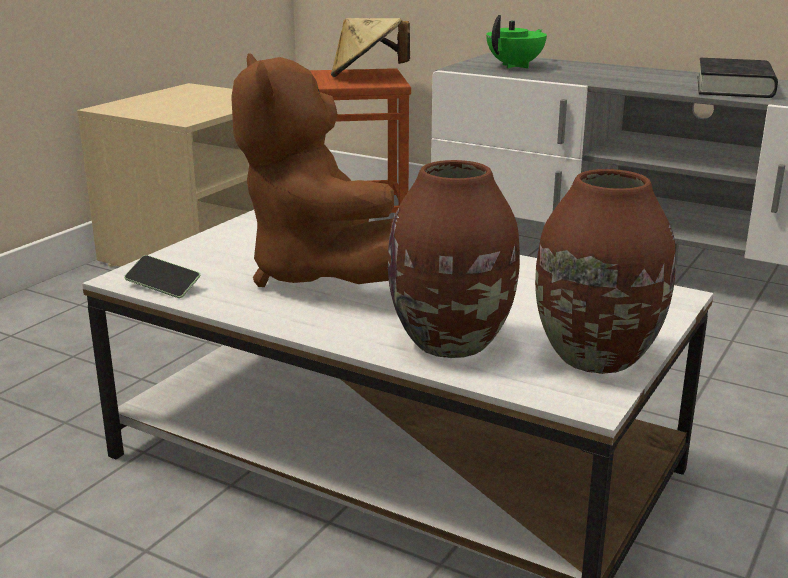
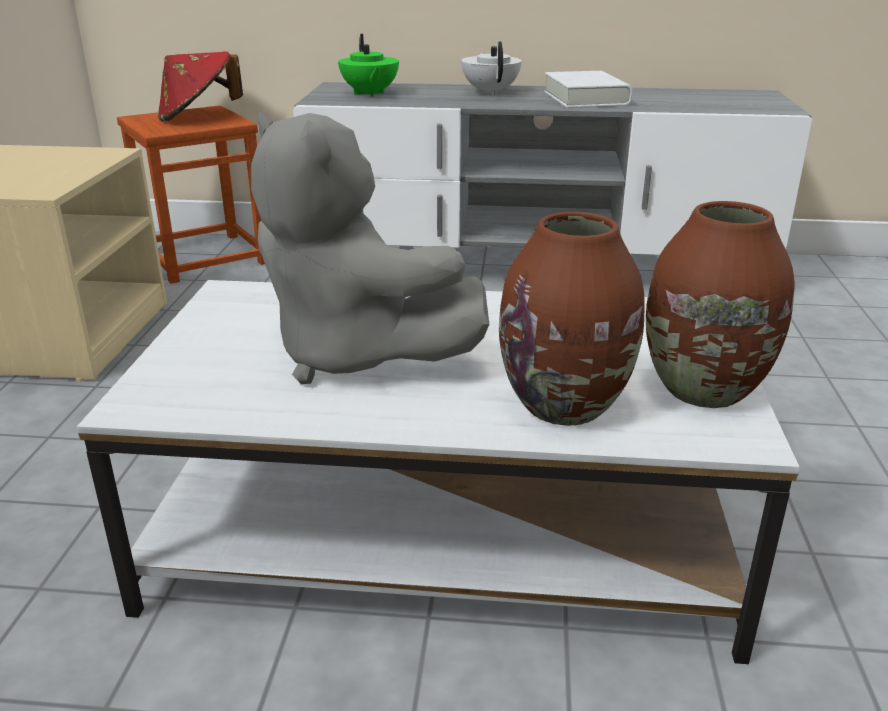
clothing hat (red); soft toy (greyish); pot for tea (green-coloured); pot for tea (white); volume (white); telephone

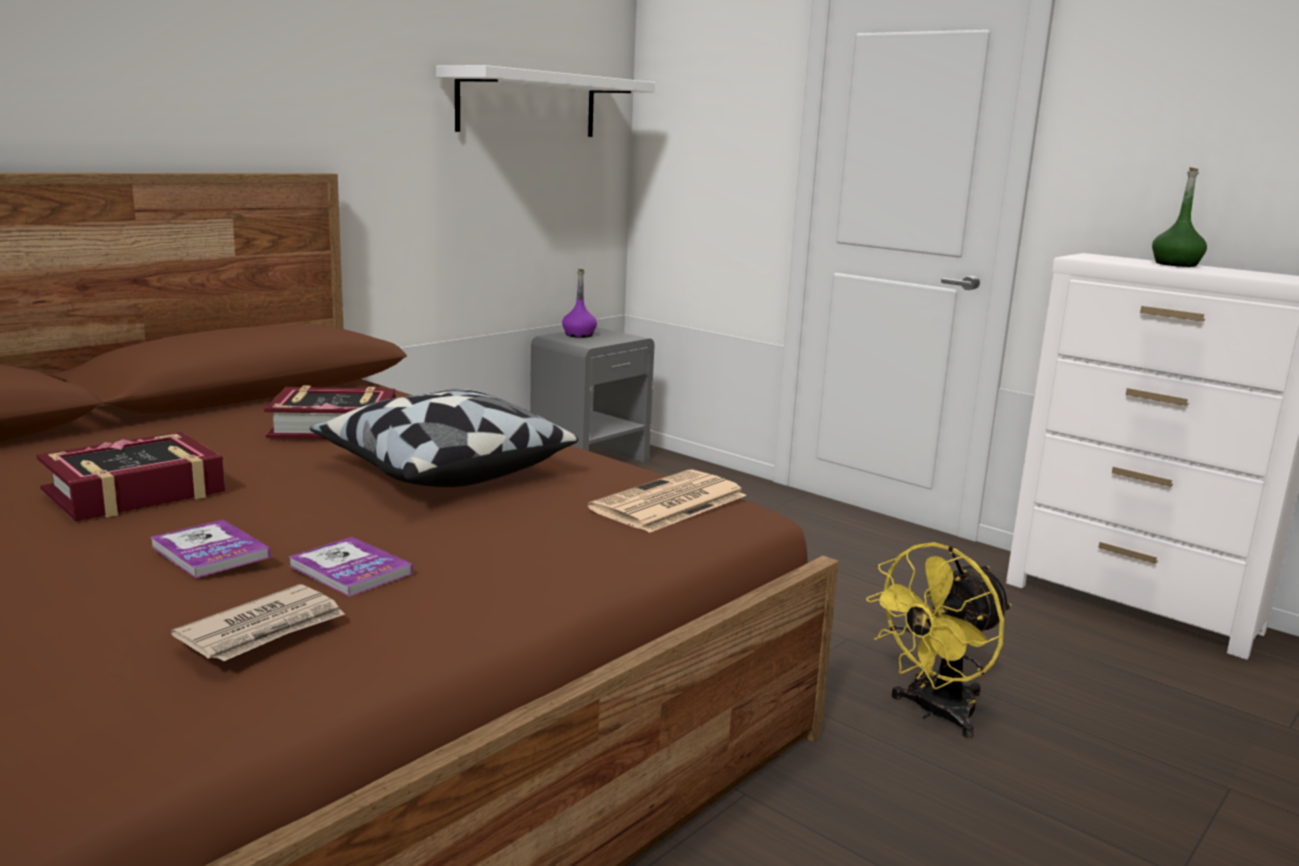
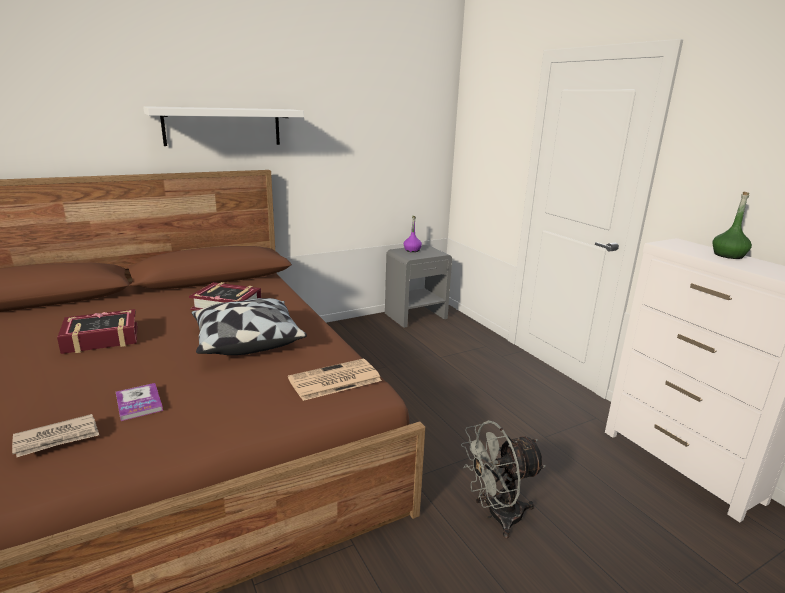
shelf (white); electric fan (greyish); volume (no. 2 from left in the first image)

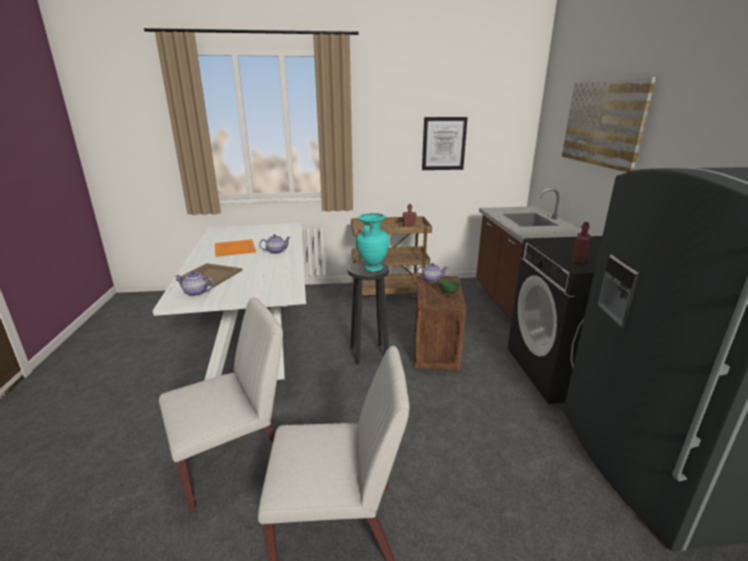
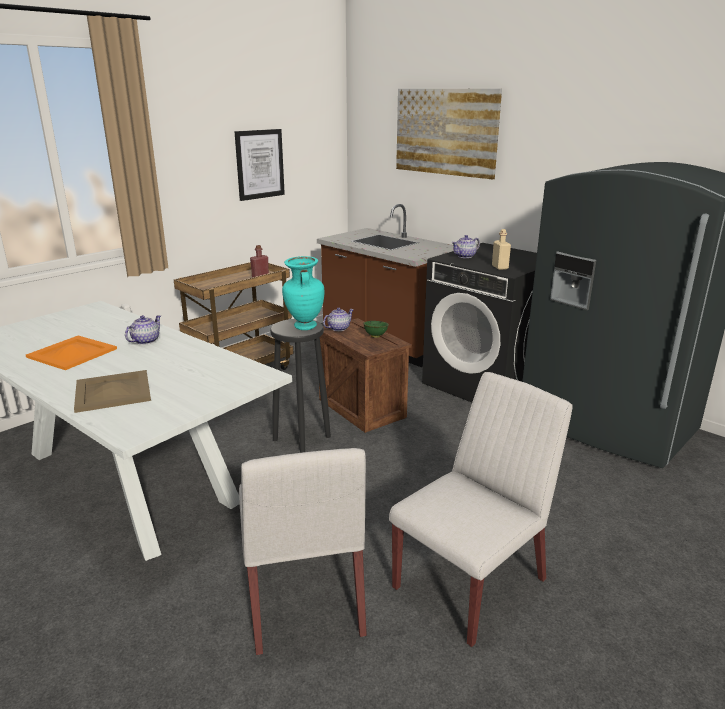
plain chair (white) (no. 1 from left); pot for tea (no. 3 from left); beverage bottle (beige-coloured)

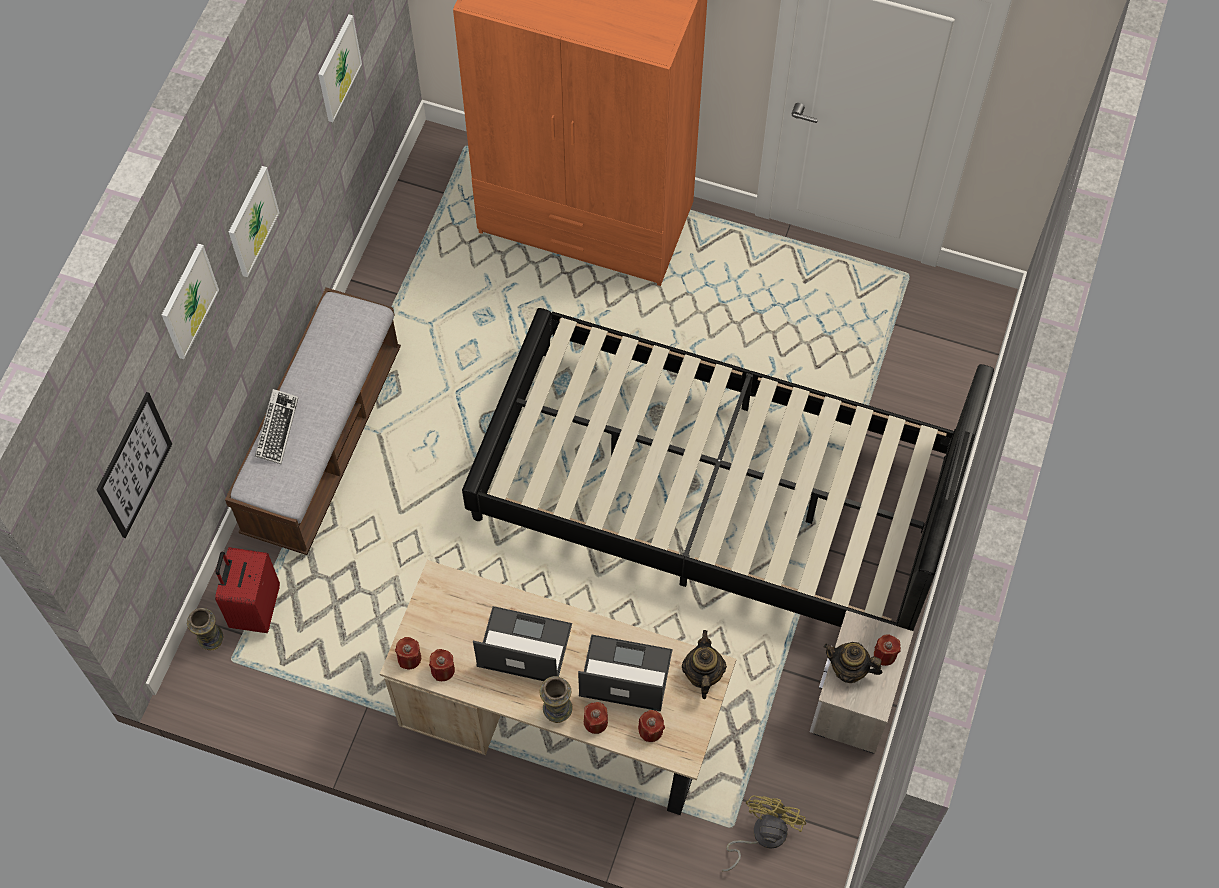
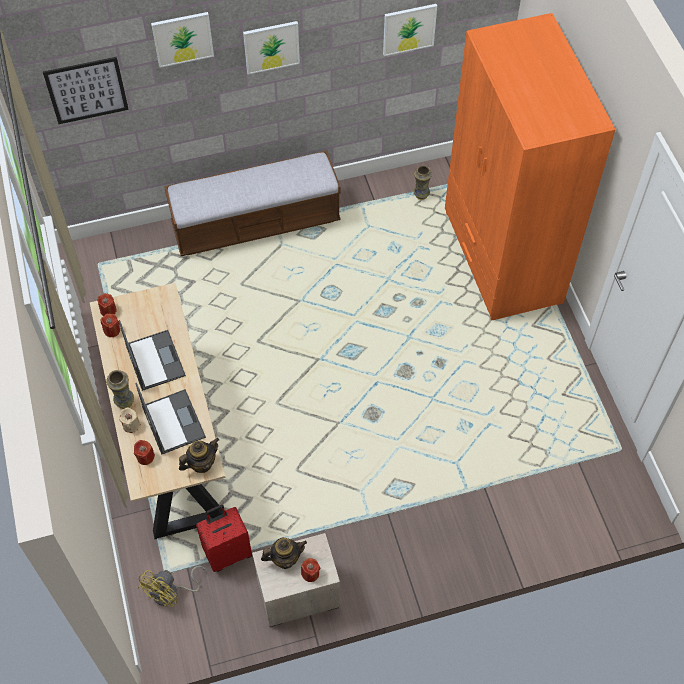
wax candle (beige-coloured); electric fan (yellow); suitcase (red); pot for tea (no. 2 from left); flower vase (no. 2 from left); PC keyboard; bedroom bed (black)

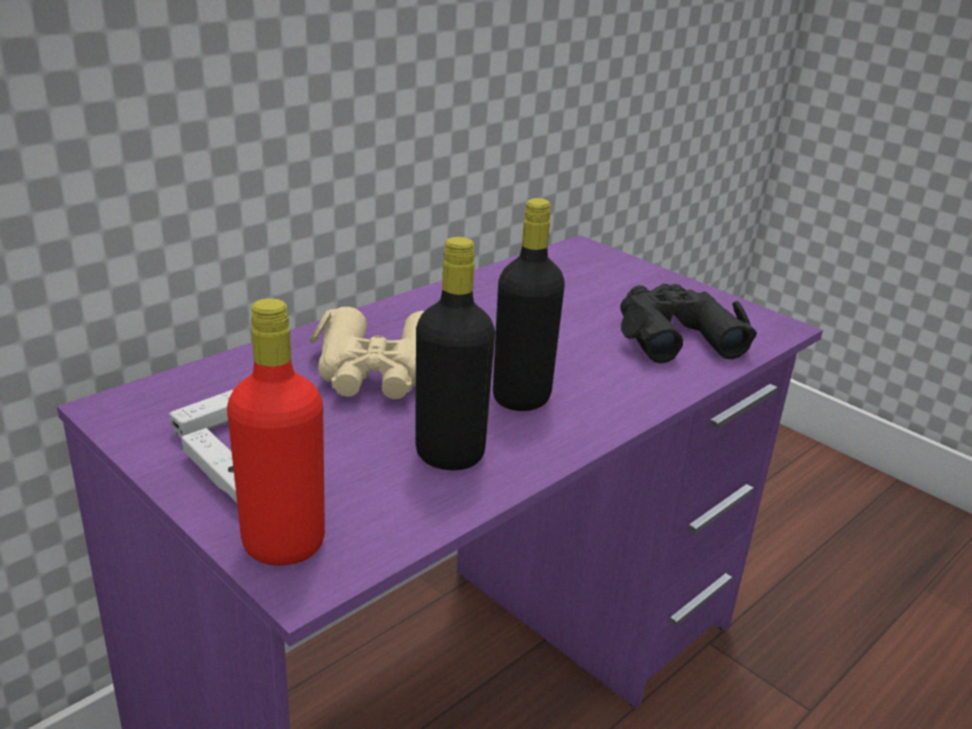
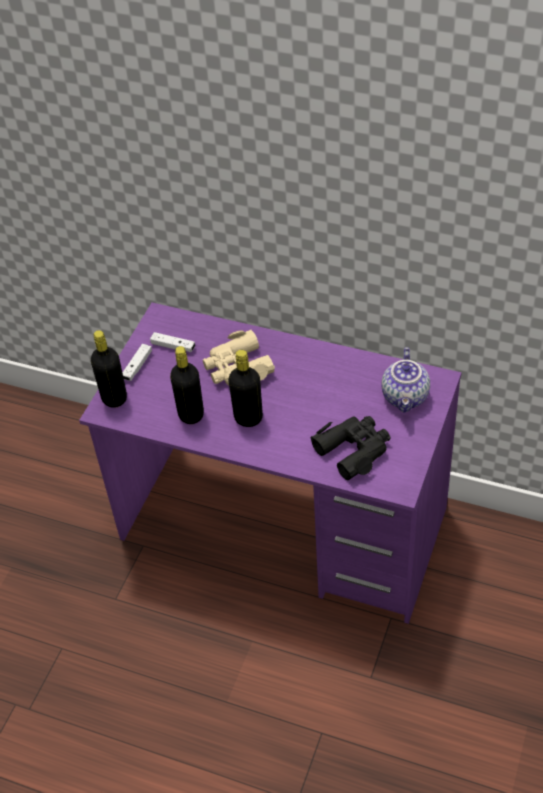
beverage bottle (black) (no. 1 from left); pot for tea

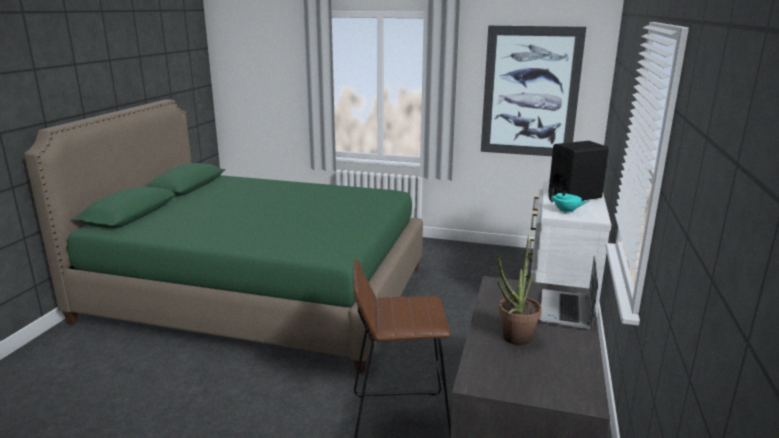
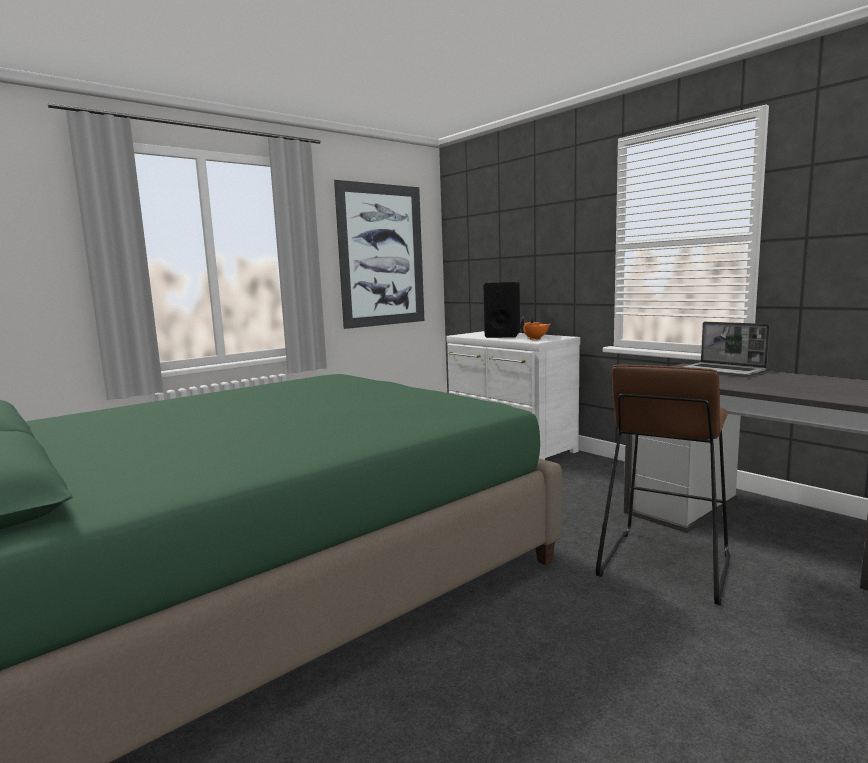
pot for tea (orange-coloured); plant in a pot

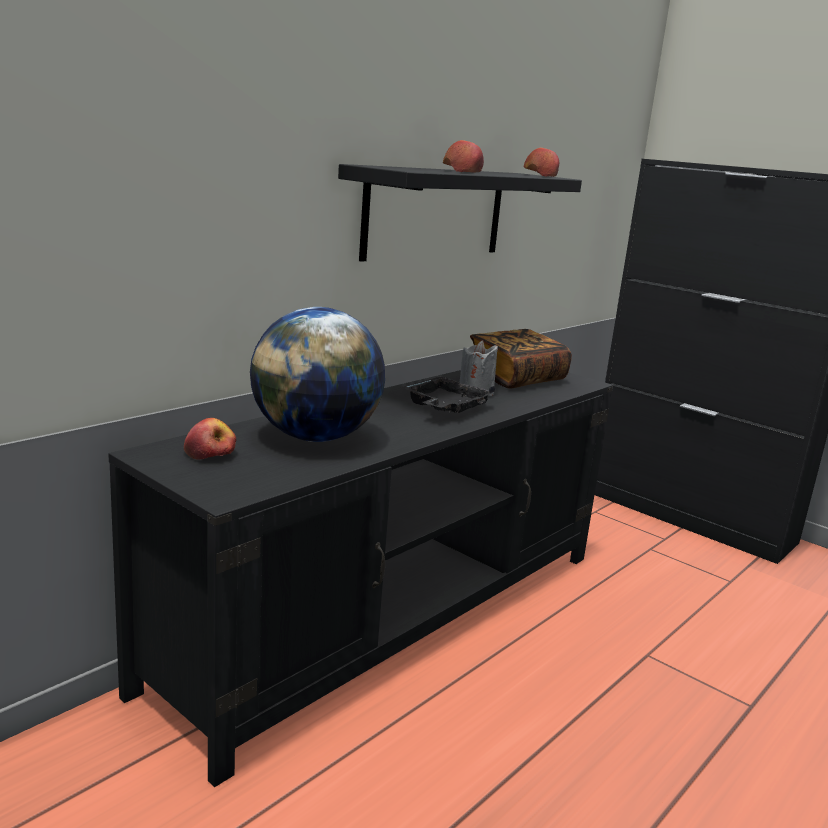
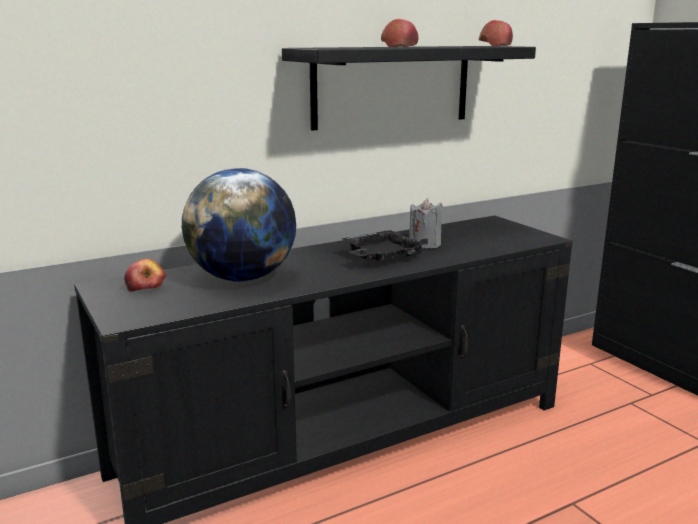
volume

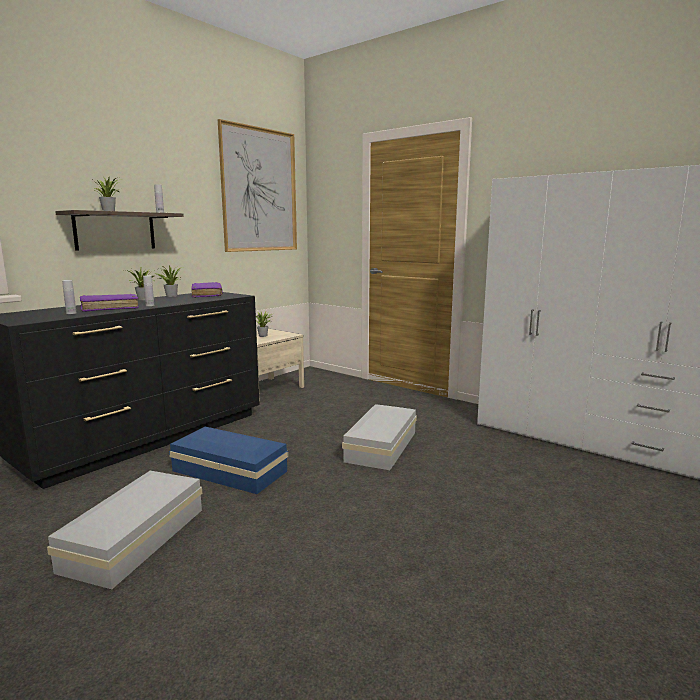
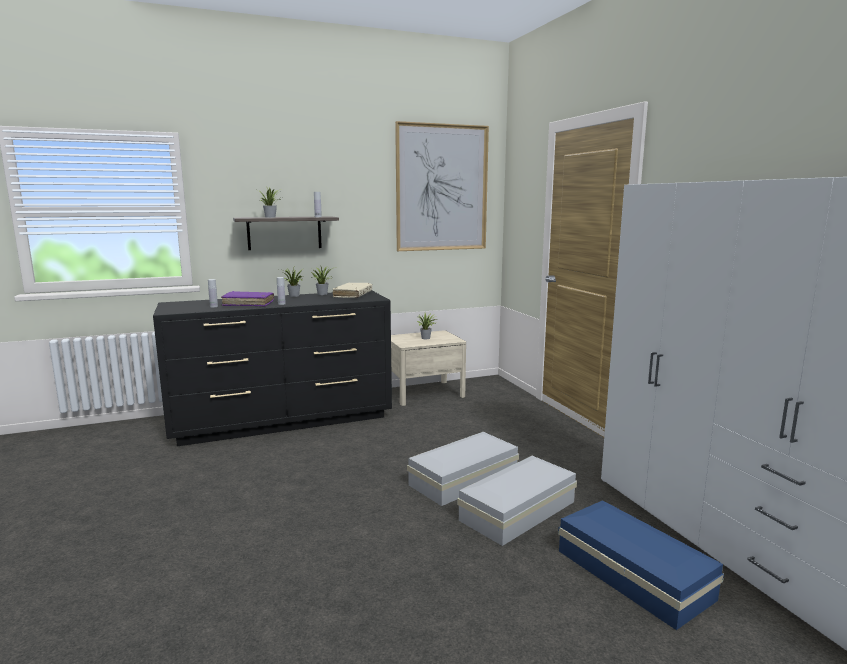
volume (beige-coloured); storage bin (white) (no. 2 from left); storage bin (blue-coloured)

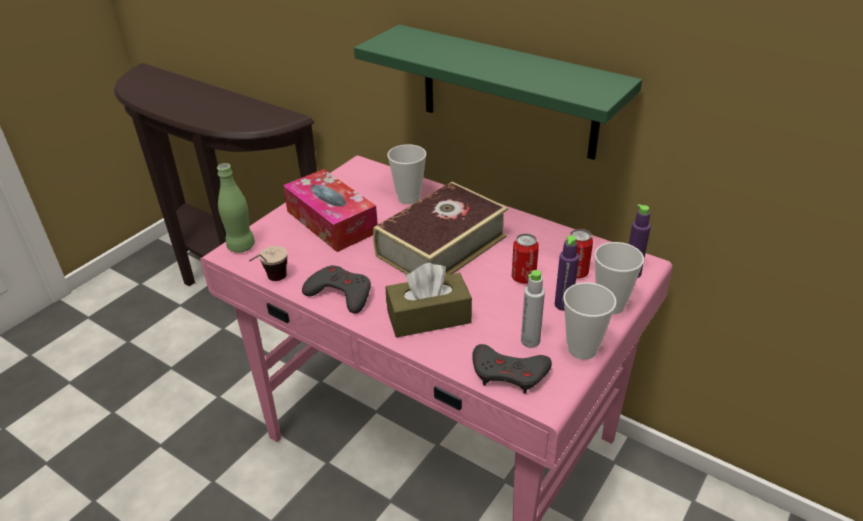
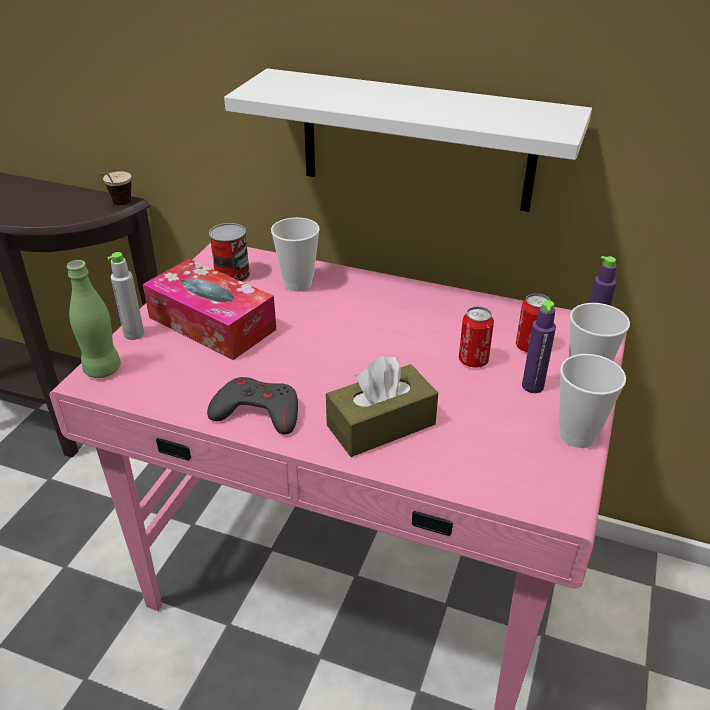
drinking cup (no. 1 from left); beverage bottle (greyish); sealed can (no. 1 from left); shelf (white); volume; game controller (greyish) (no. 2 from left in the first image)

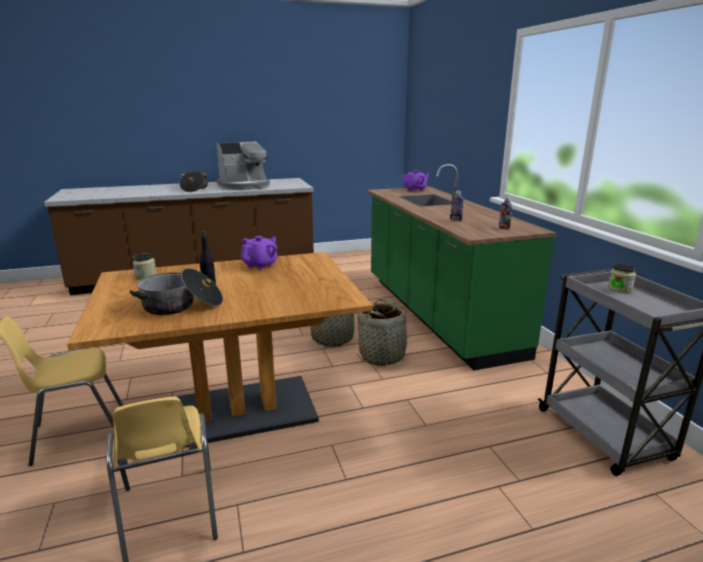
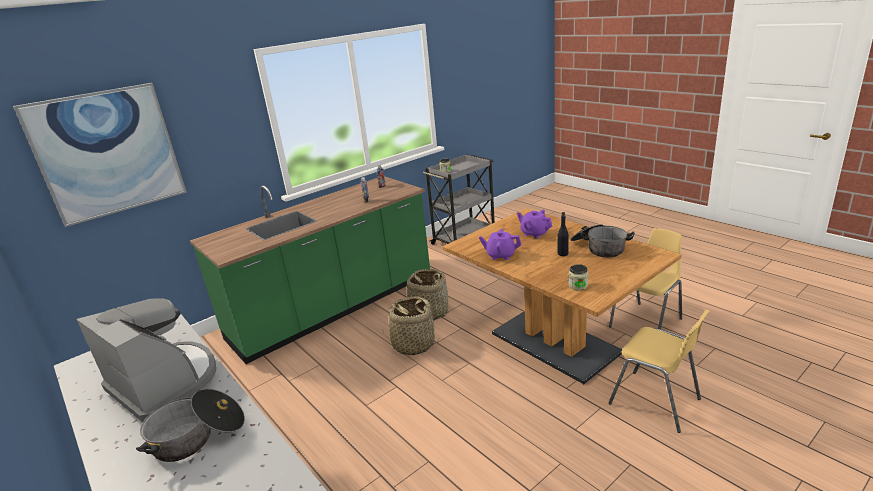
picture; pot for tea (purple-coloured) (no. 2 from left)

